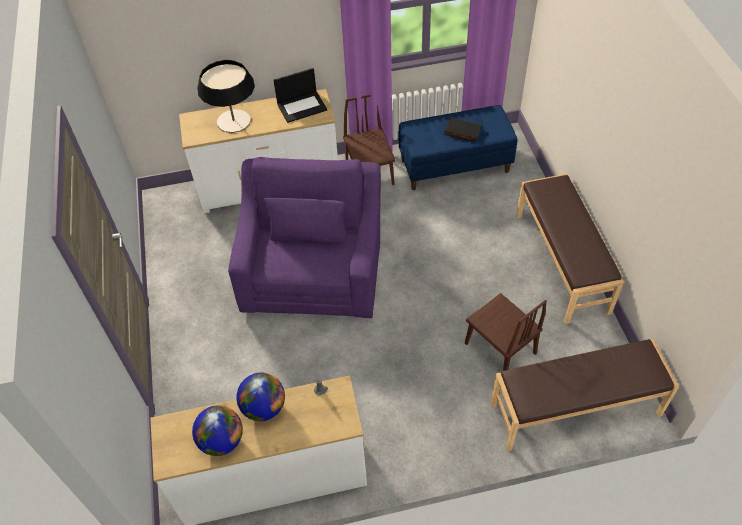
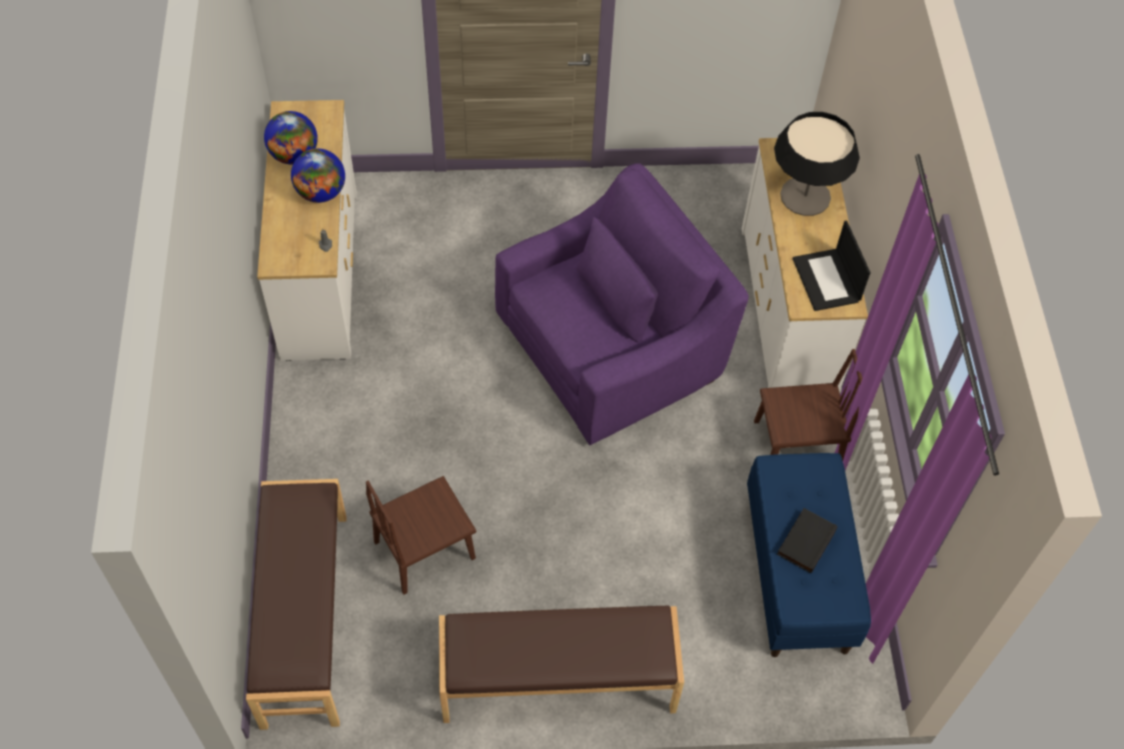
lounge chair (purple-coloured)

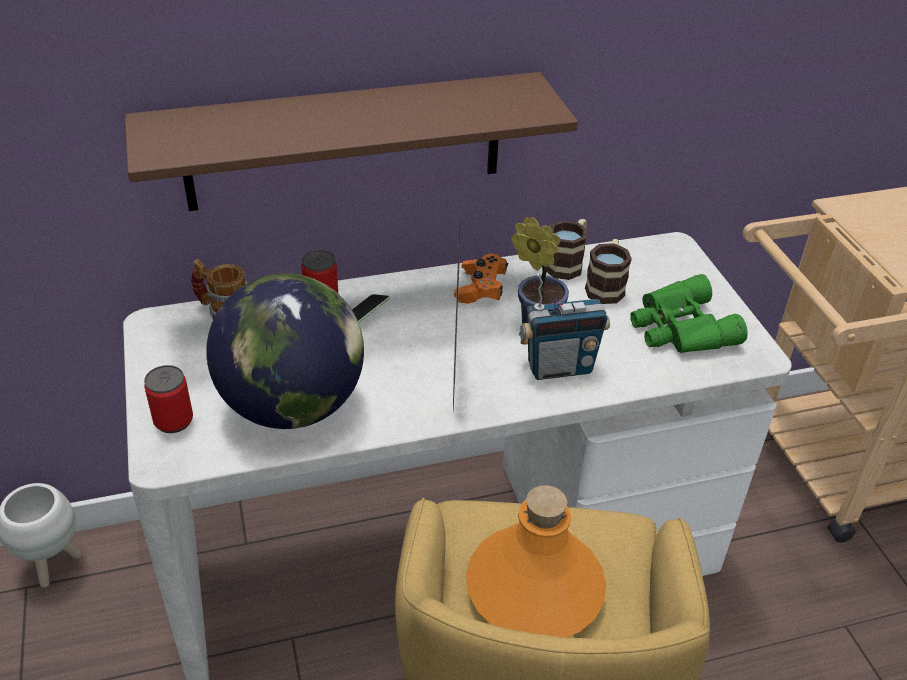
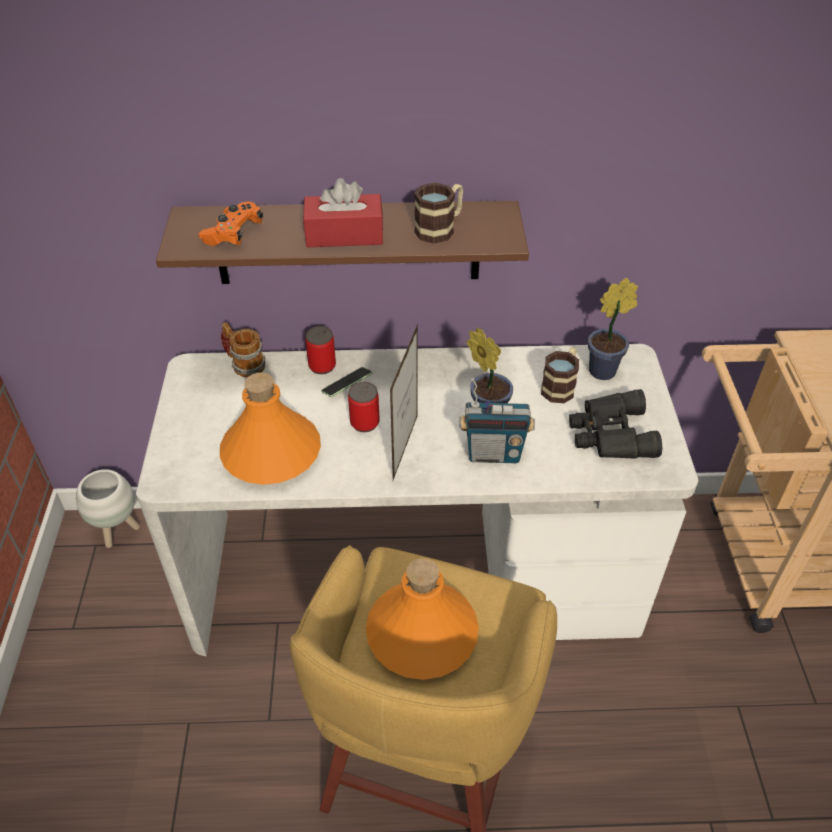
game controller (orange-coloured); beverage bottle (orange-coloured) (no. 1 from left); tissue holder (red); sealed can (no. 2 from left); tea mug (no. 2 from left); binoculars (black); plant in a pot (no. 2 from left)

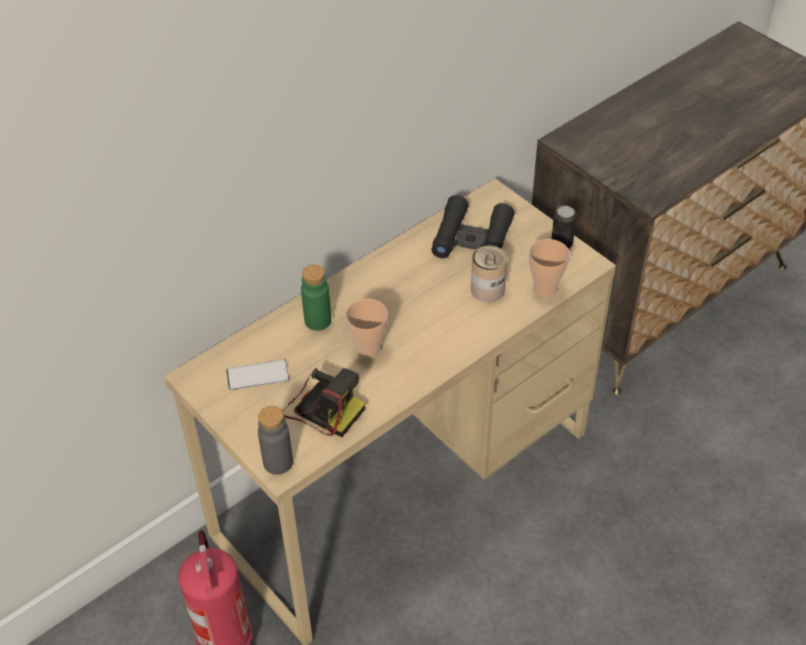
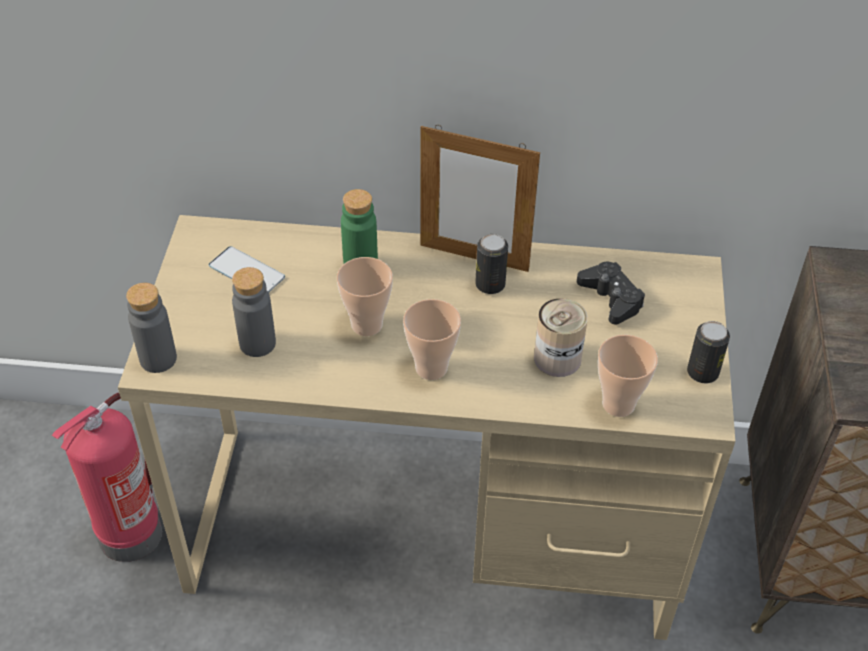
beverage bottle (greyish) (no. 2 from left); drinking cup (no. 2 from left); picture frame; sealed can (no. 1 from left); game controller (black)

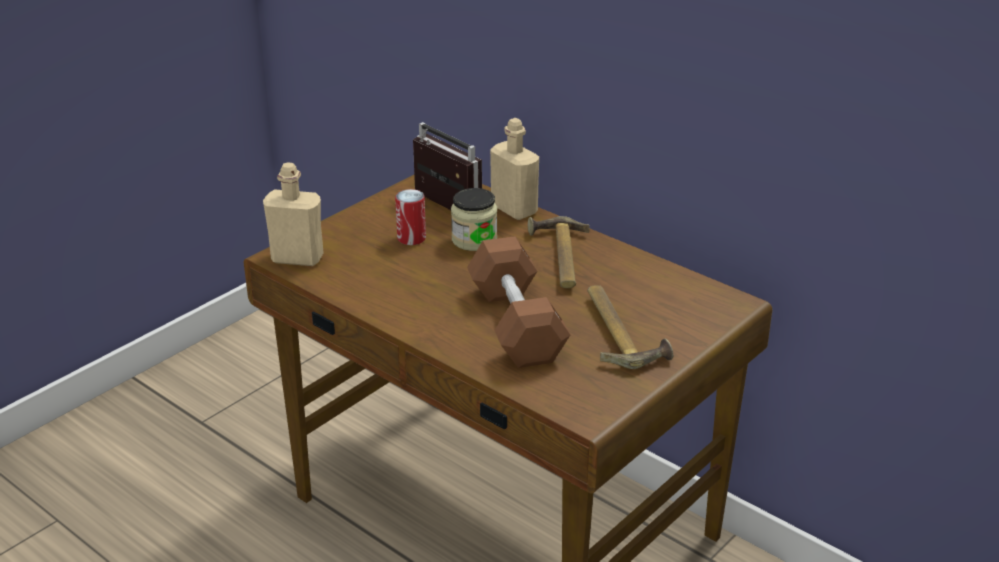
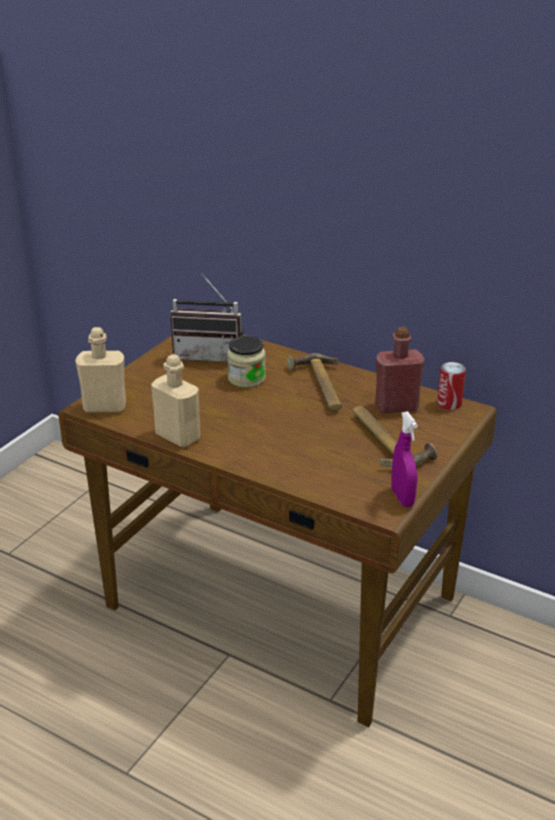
beverage bottle (beige-coloured) (no. 2 from left); radio; beverage bottle (red); spray bottle (purple-coloured); sealed can; dumbbell (brown)

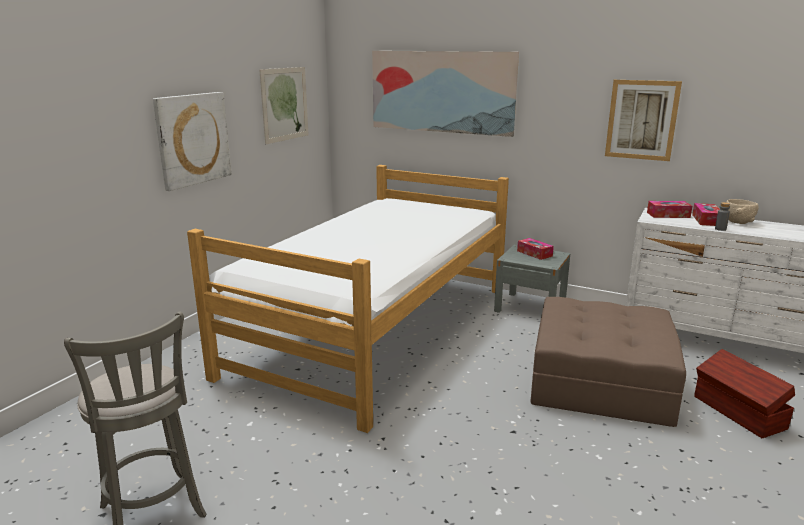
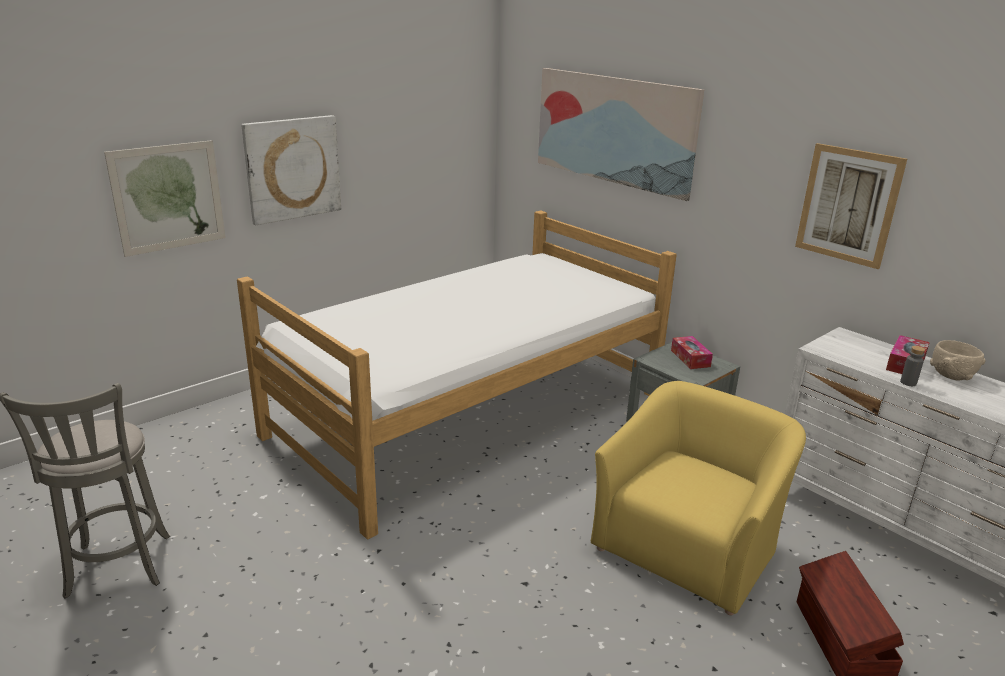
picture (no. 1 from left); lounge chair (yellow); tissue holder (no. 2 from left in the first image)

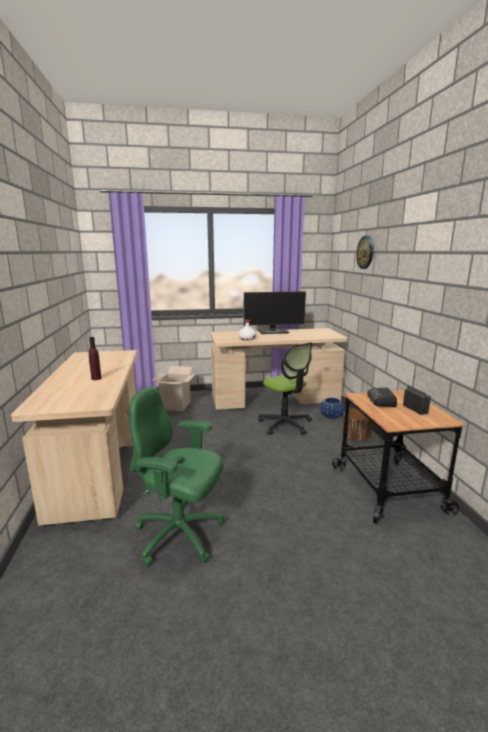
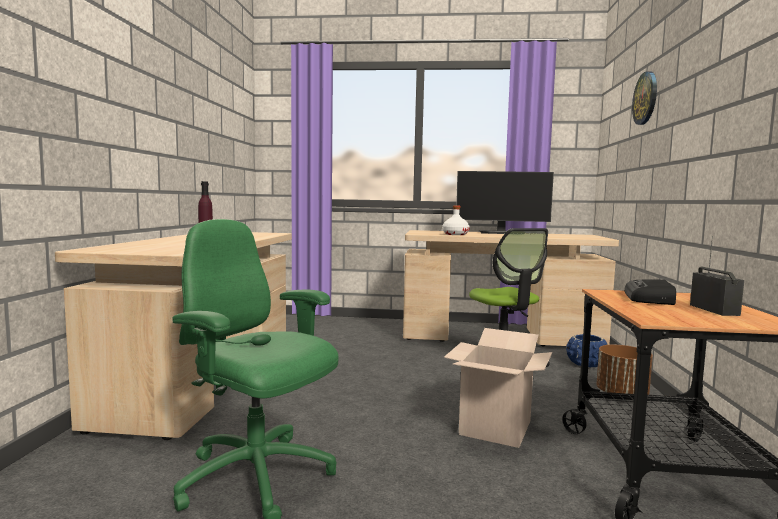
carton

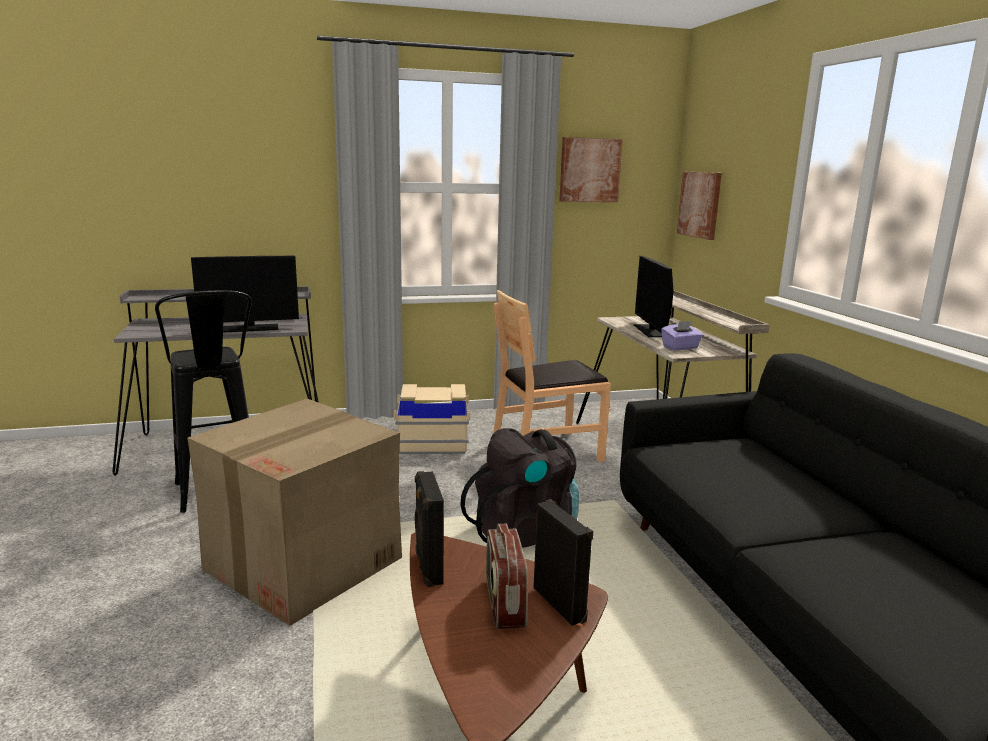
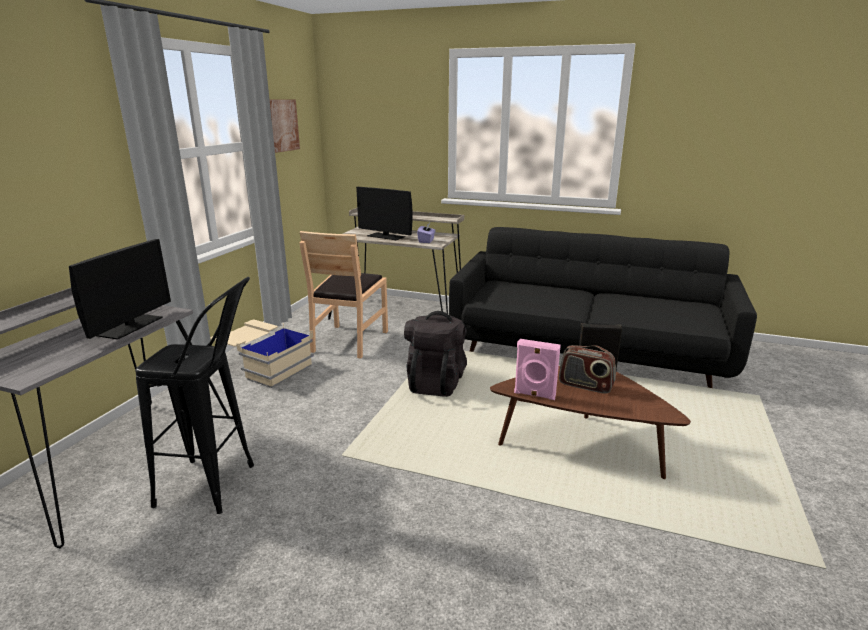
speaker (pink); carton; picture (no. 2 from left in the first image)

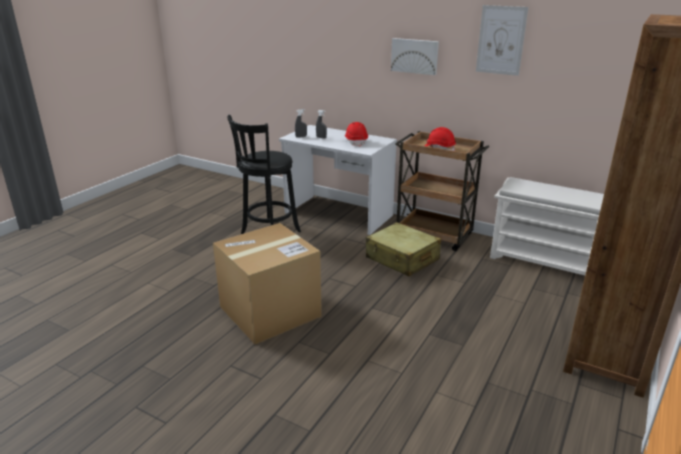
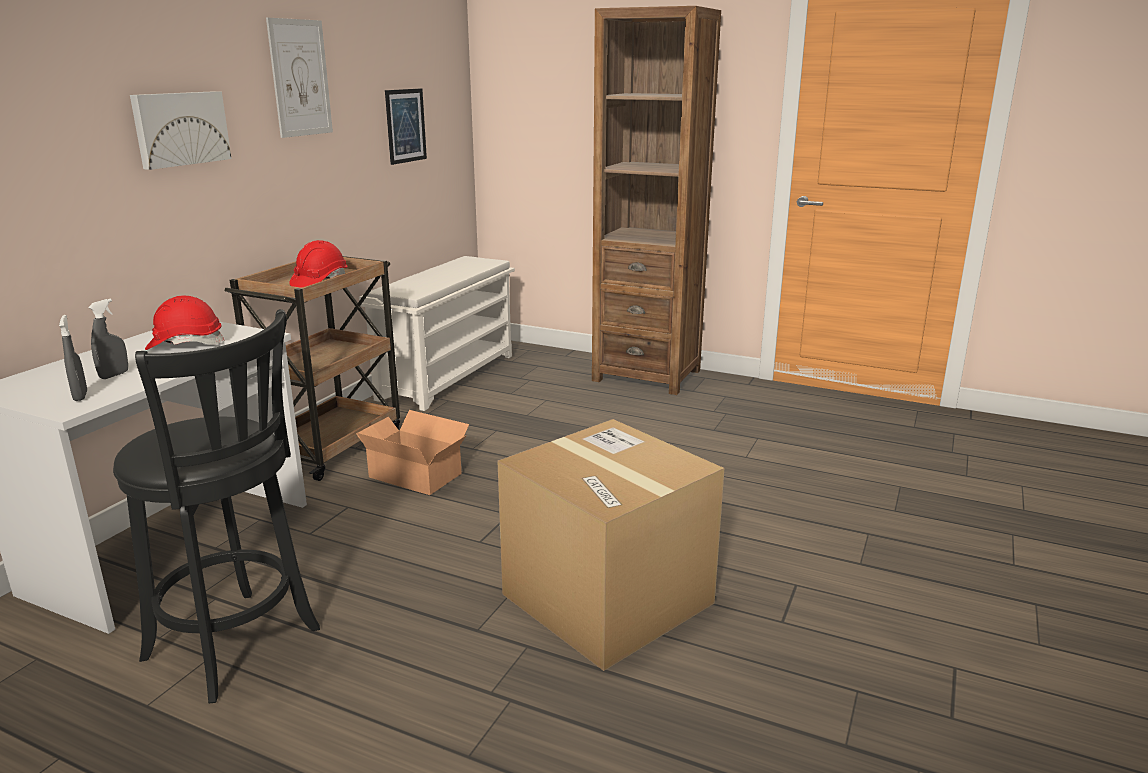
carton (no. 1 from left); picture (no. 3 from left)

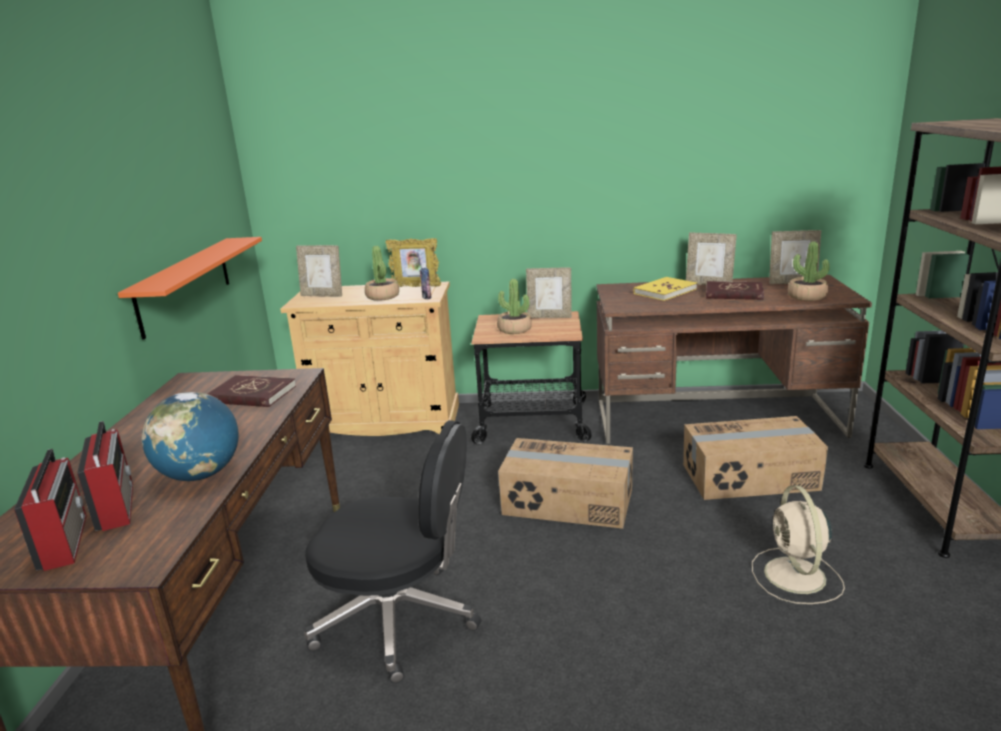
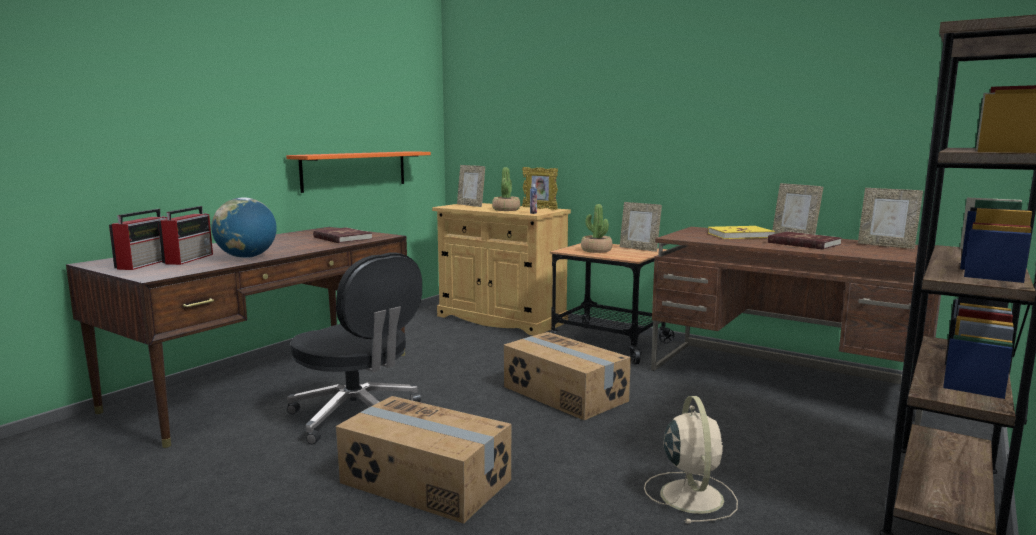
carton (no. 1 from left); electric fan (beige-coloured); plant in a pot (no. 3 from left in the first image)

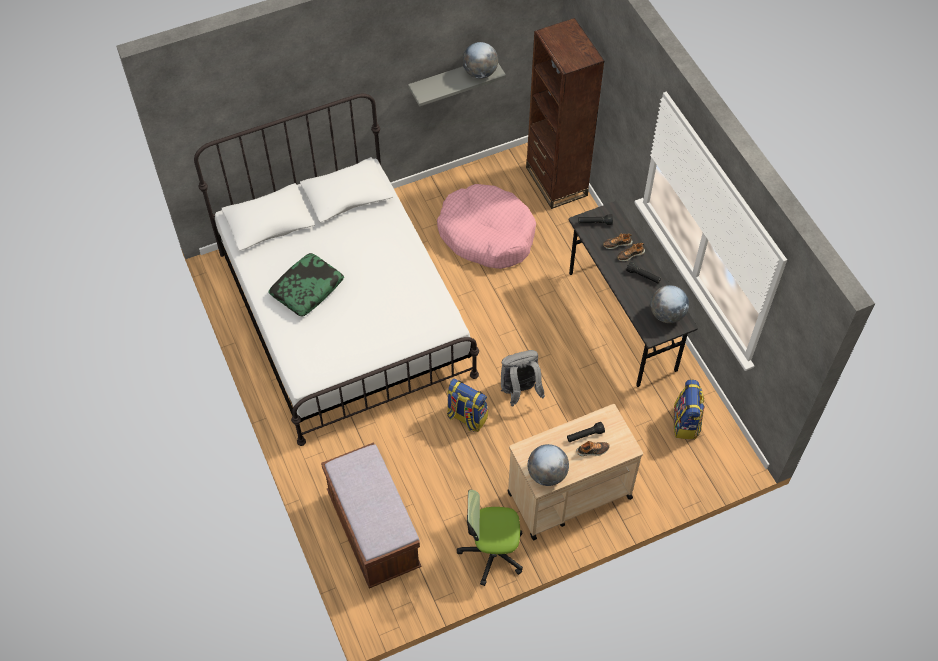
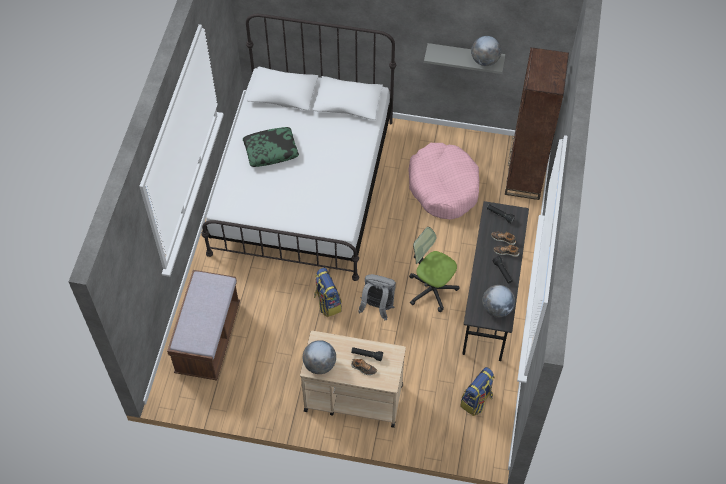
computer chair

